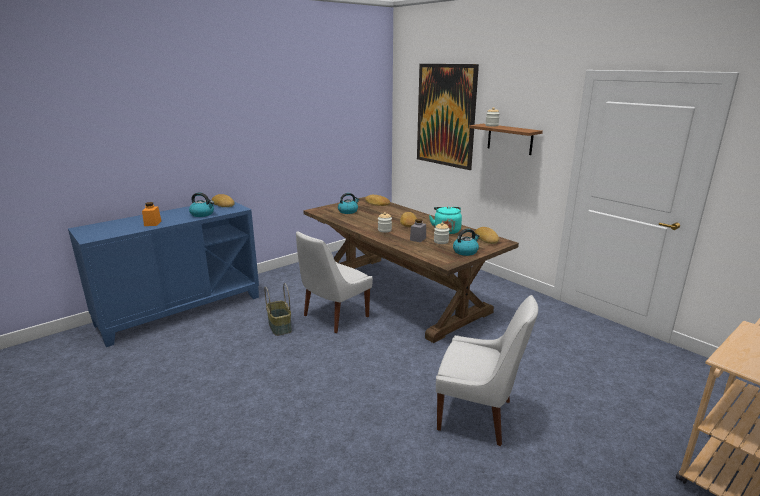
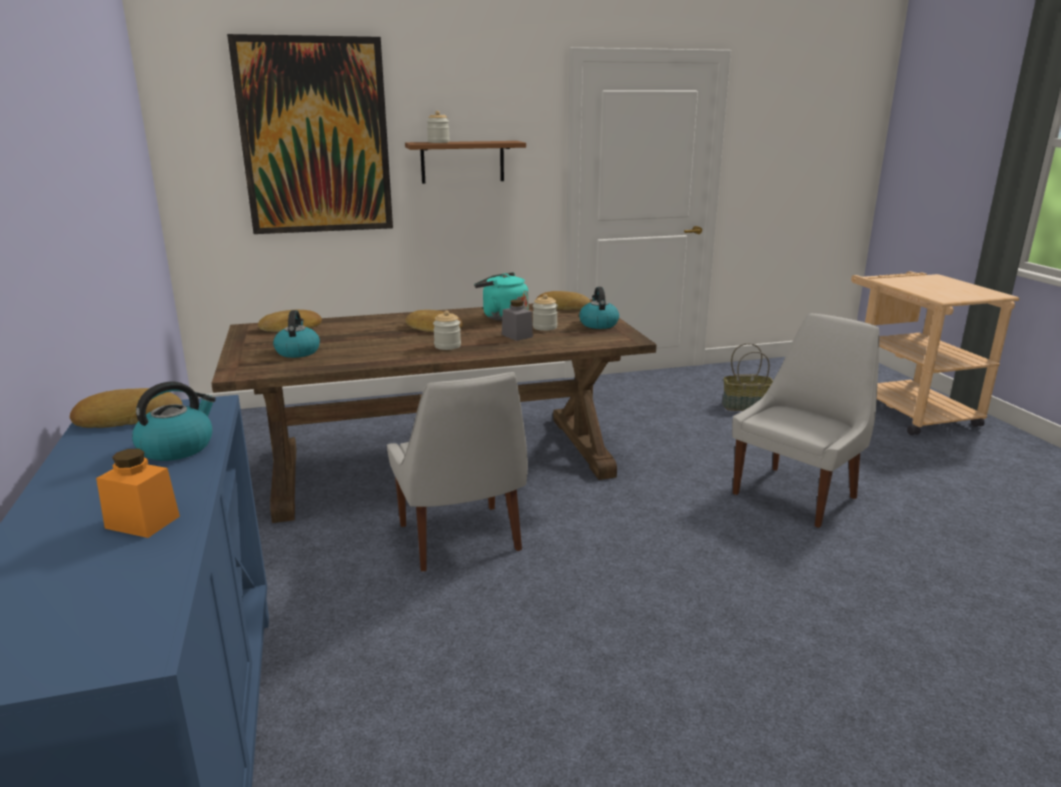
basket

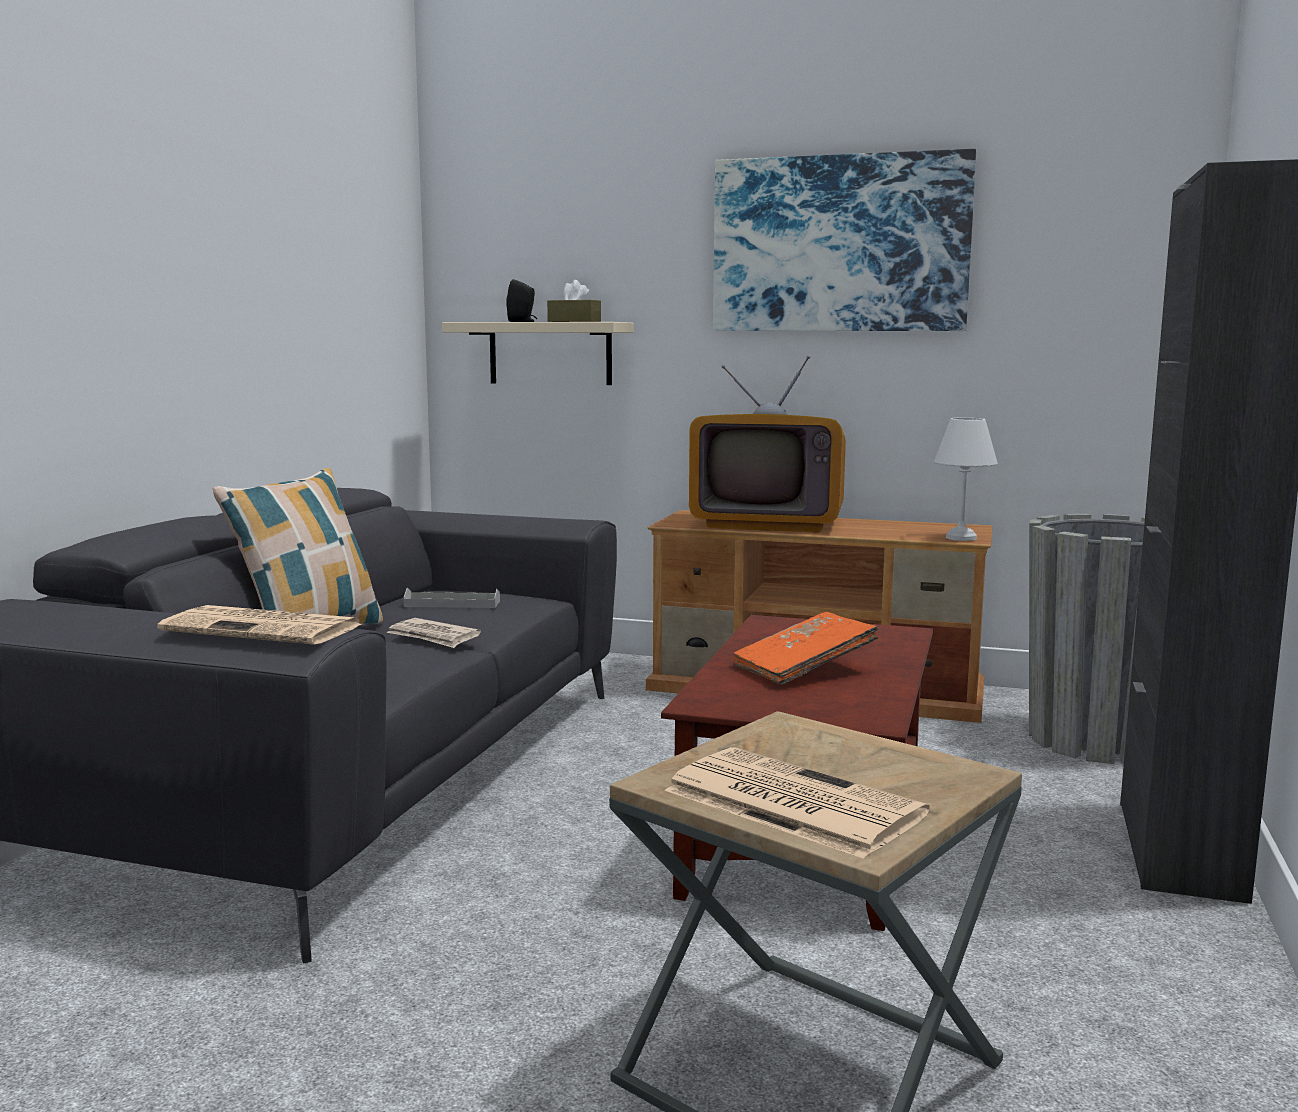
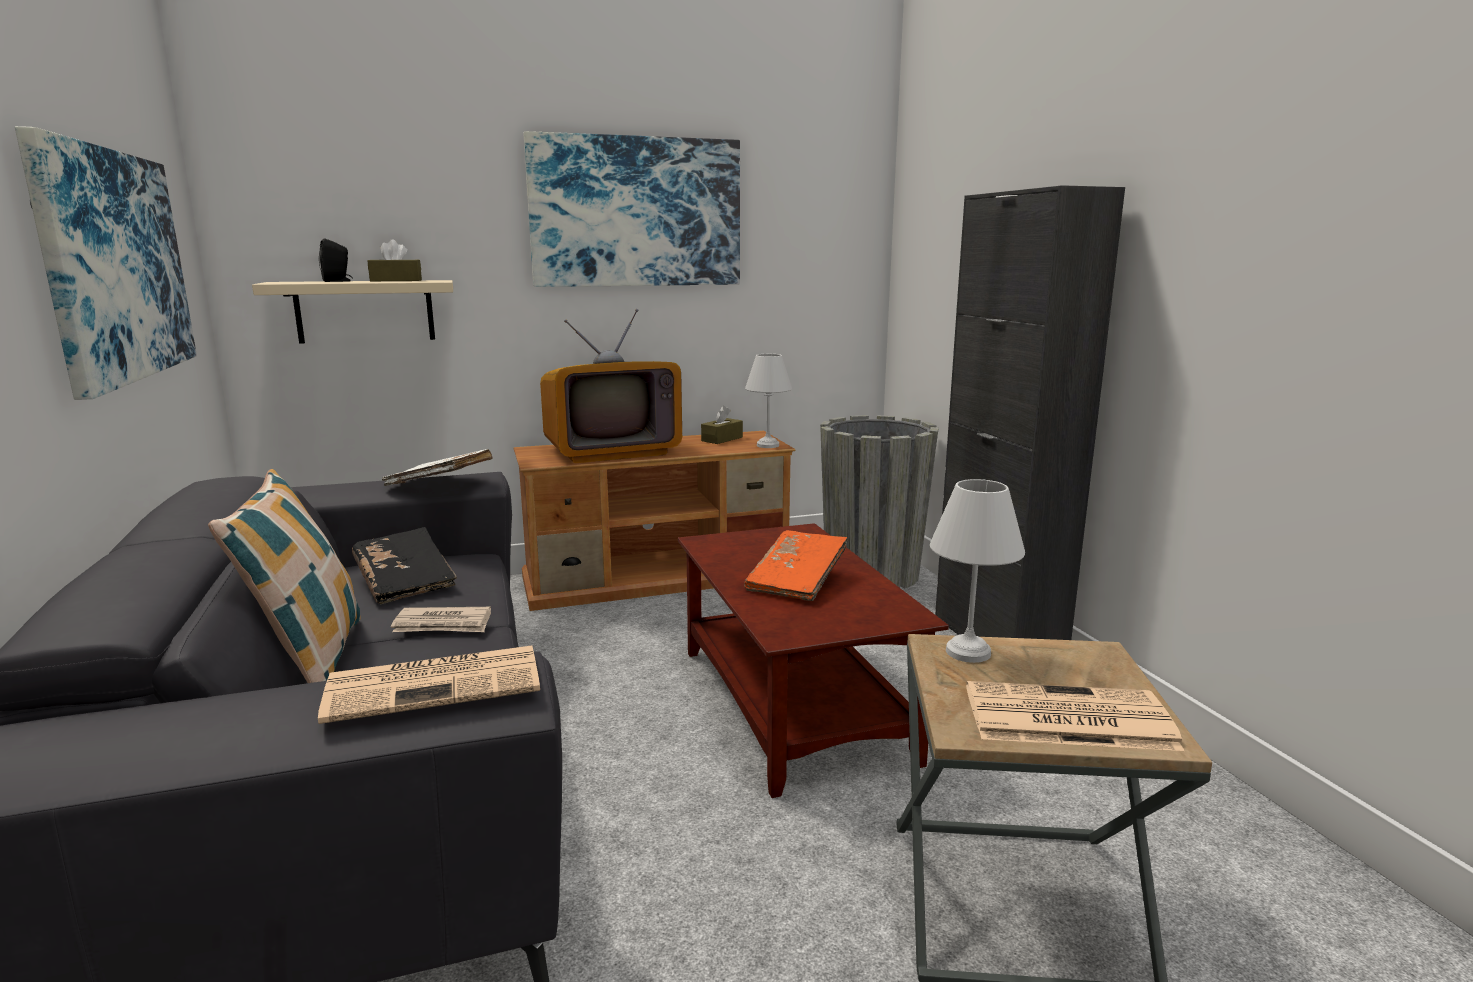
volume (black)
wall picture (1st from left)
tissue holder (brown-coloured) (2nd from left)
volume (white-coloured)
tabletop lamp (white-coloured) (2nd from left)

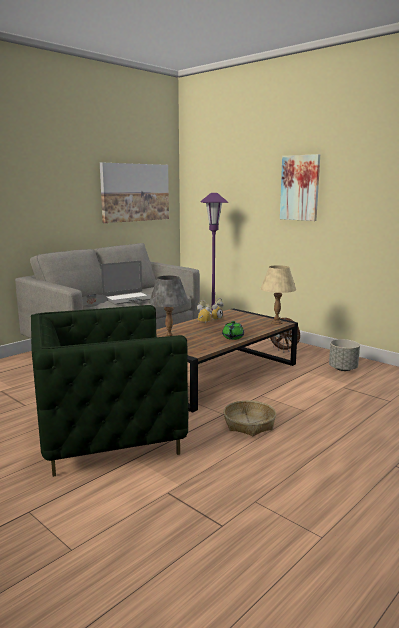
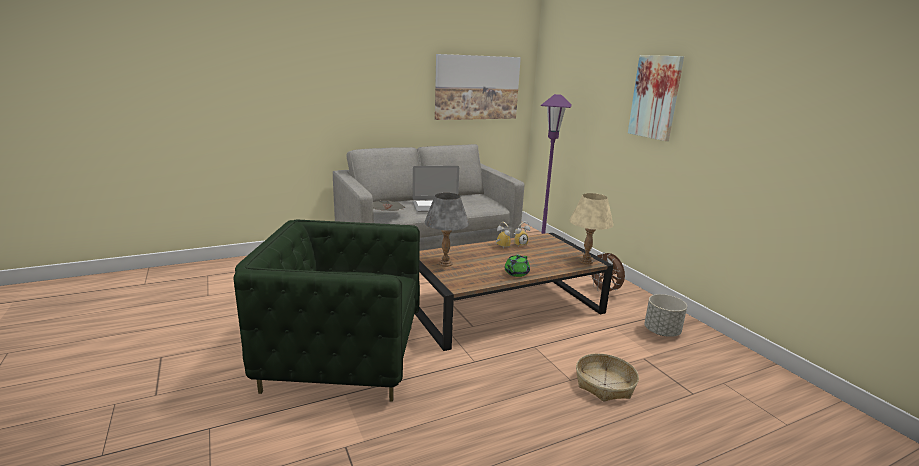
basket

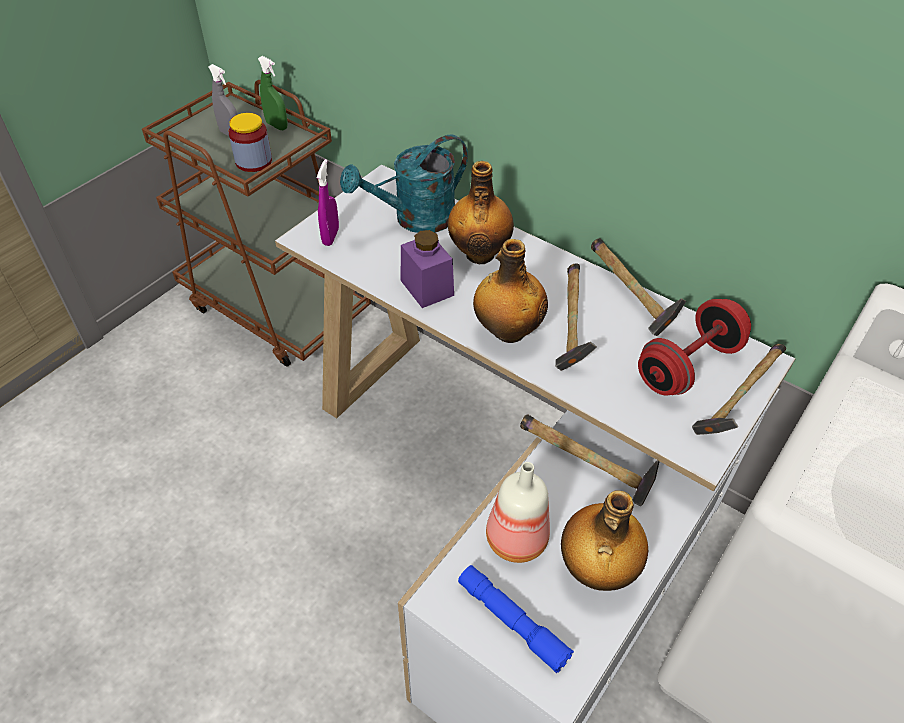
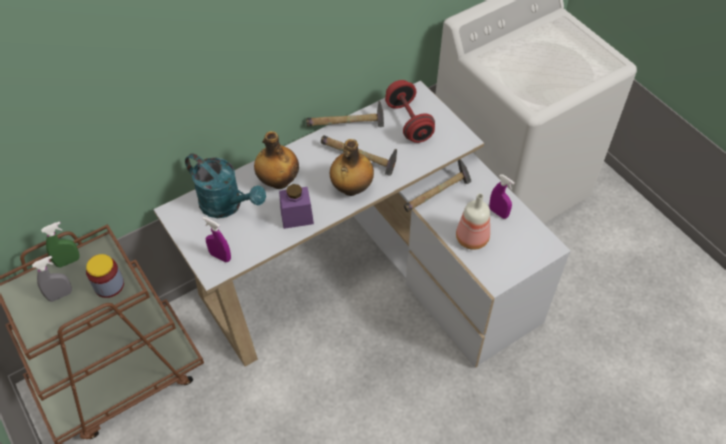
sprinkling can (blue-green)
hammer (4th from left in the first image)
sprayer (purple-coloured) (2nd from left)
torch (blue-coloured)

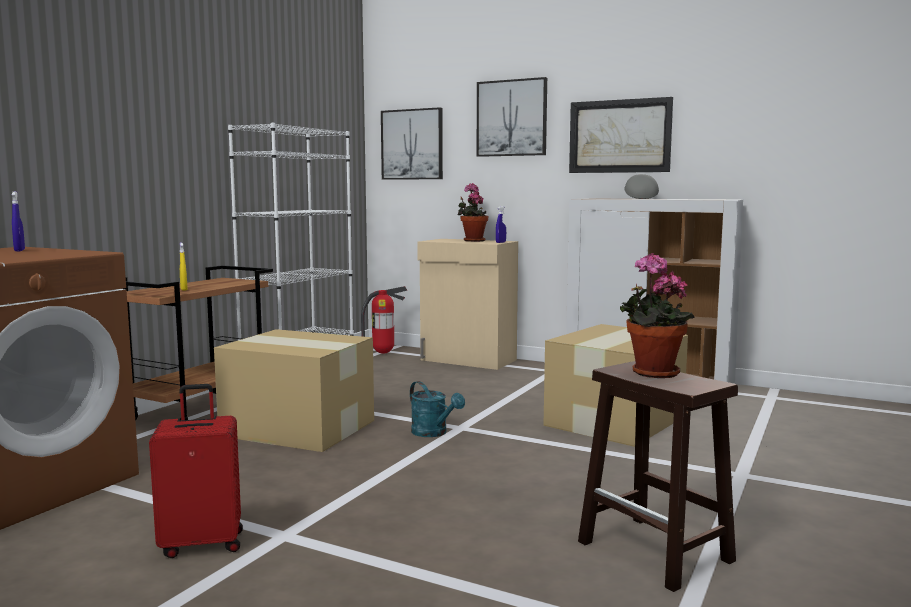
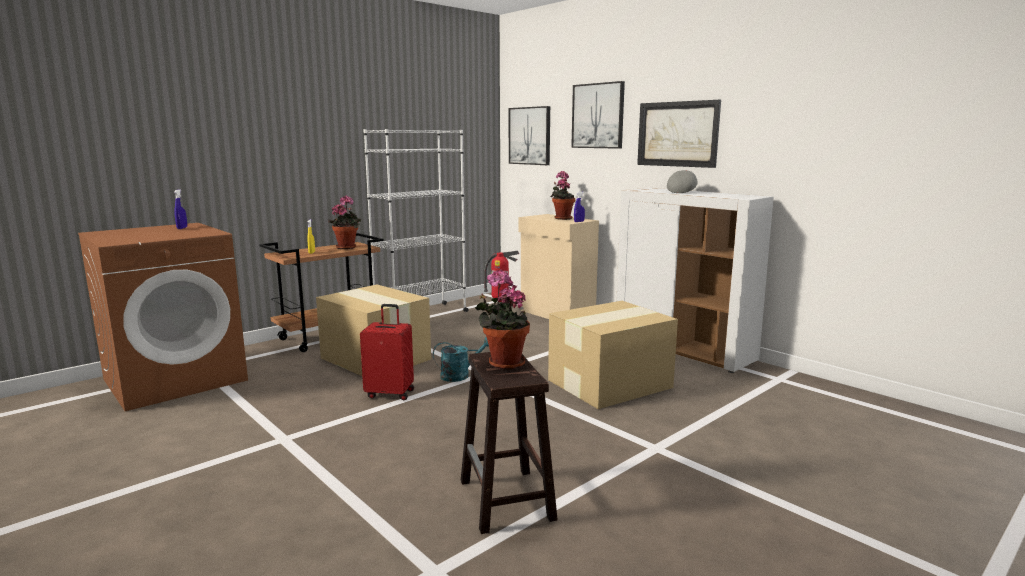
sprinkling can (blue-green)
suitcase (red)
plant in a pot (1st from left)

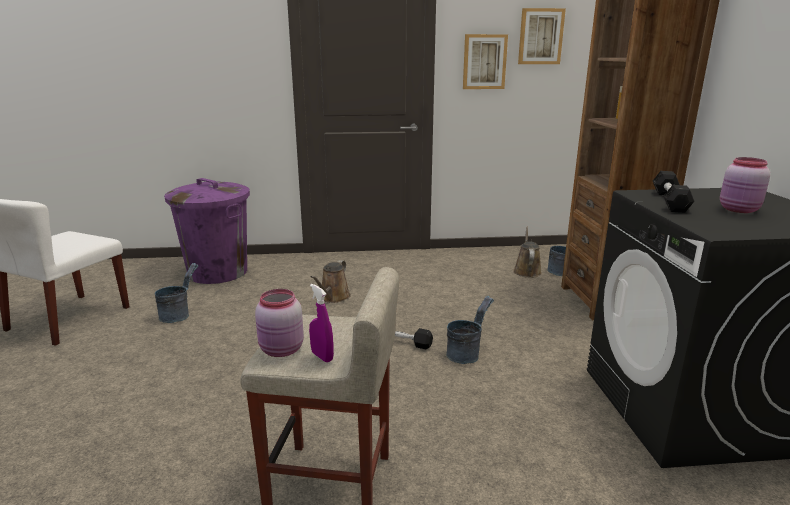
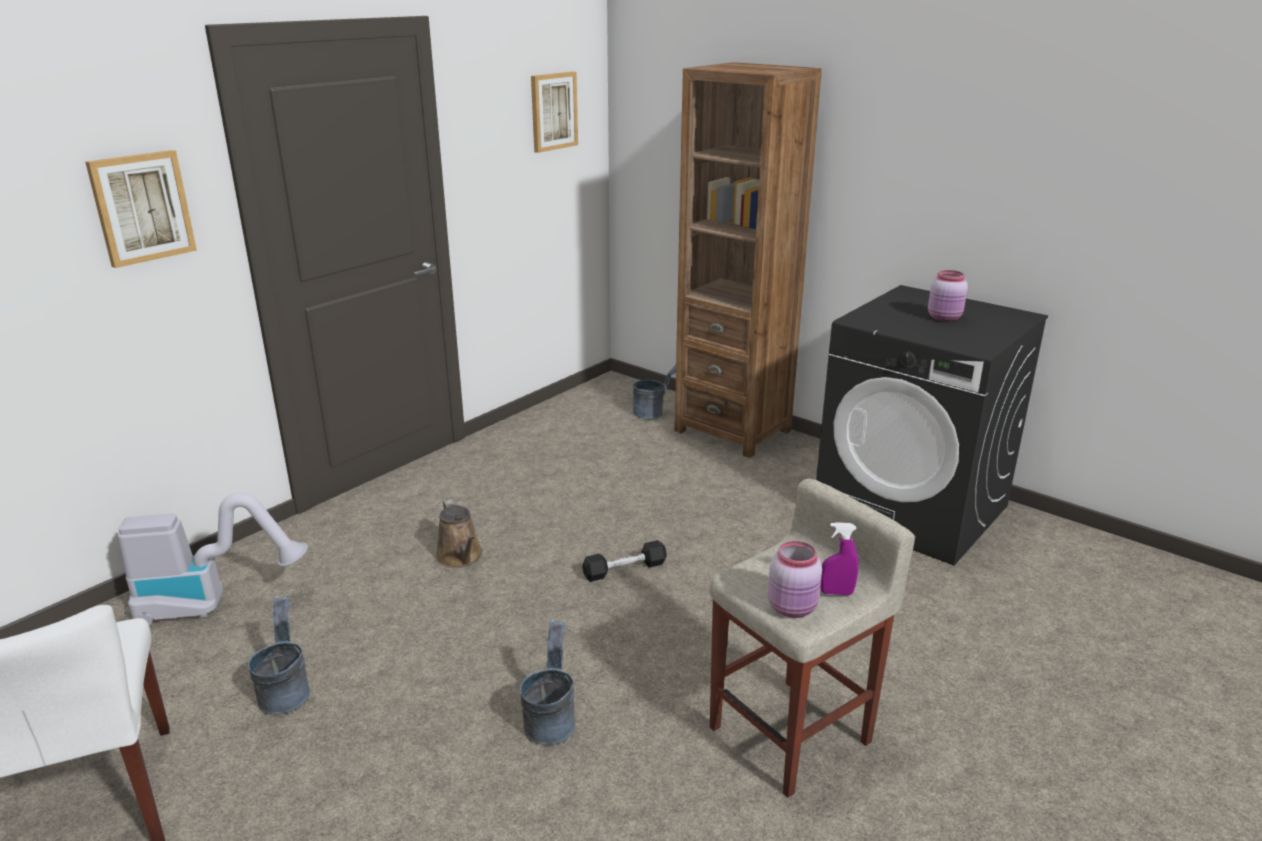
wall picture (1st from left)
dumbbell (black) (2nd from left in the first image)
hoover
sprinkling can (brown-coloured) (2nd from left in the first image)
bucket (gray) (2nd from left)

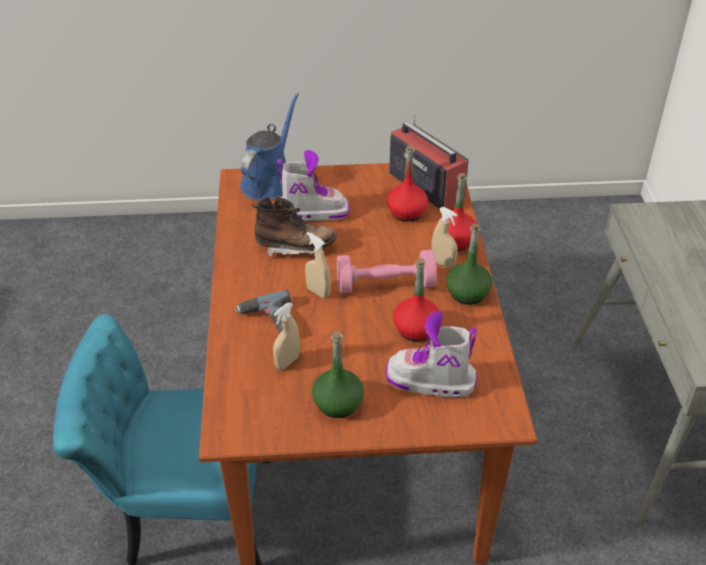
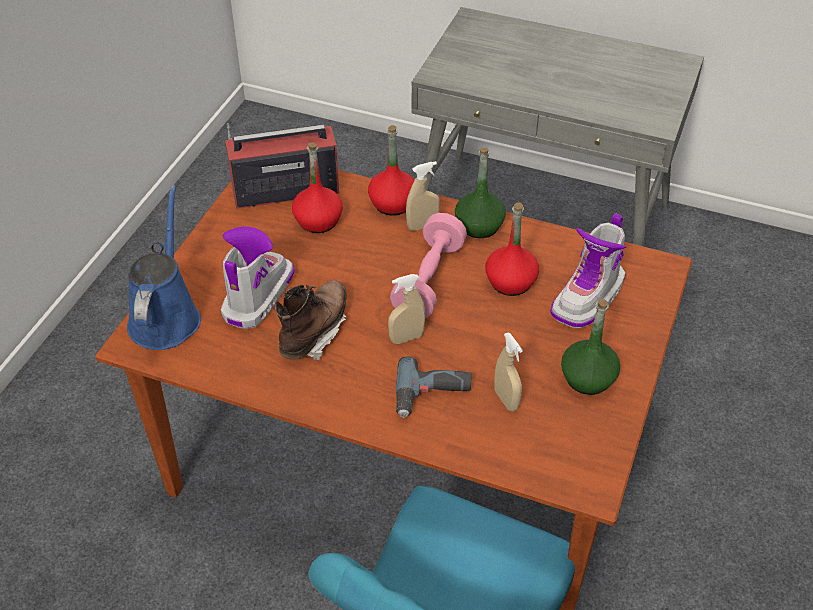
sprinkling can (blue-coloured)

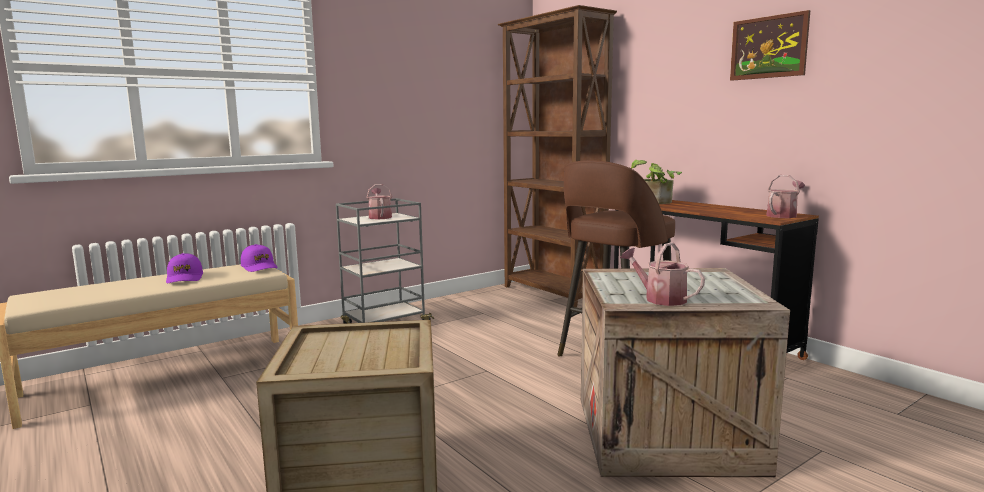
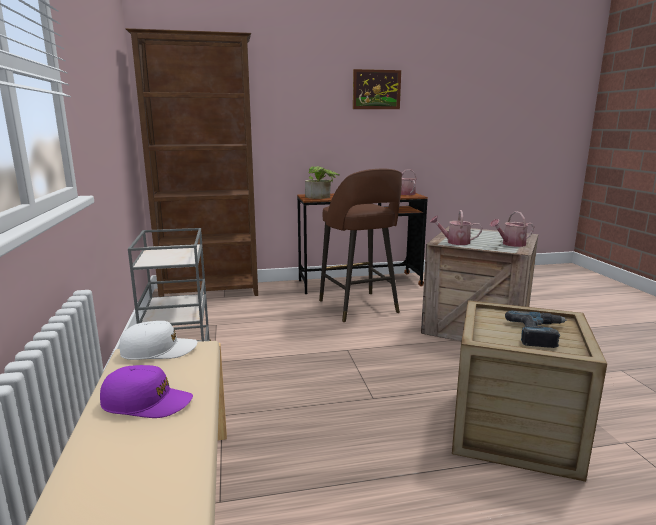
sprinkling can (2nd from left)
baseball cap (white-coloured)
drill

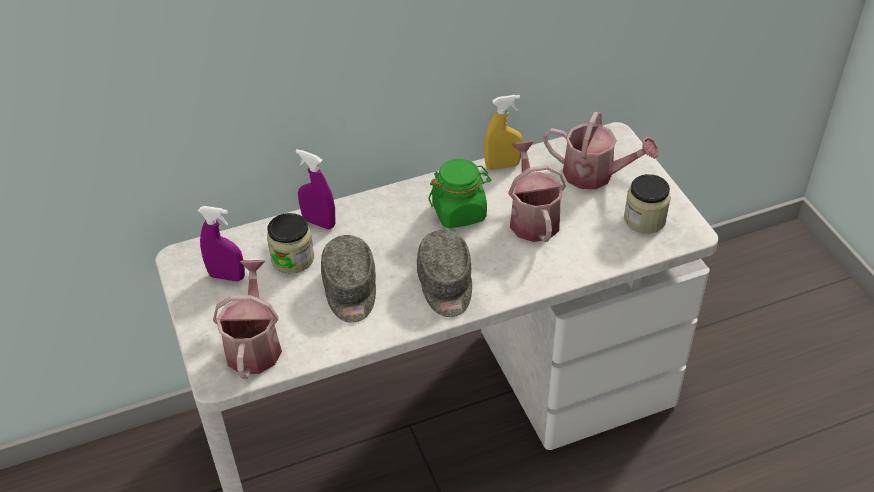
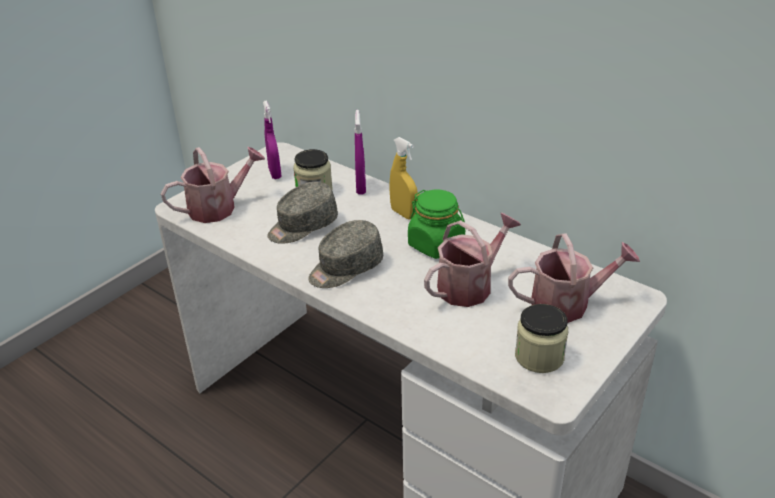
sprayer (yellowish)
sprinkling can (3rd from left)

